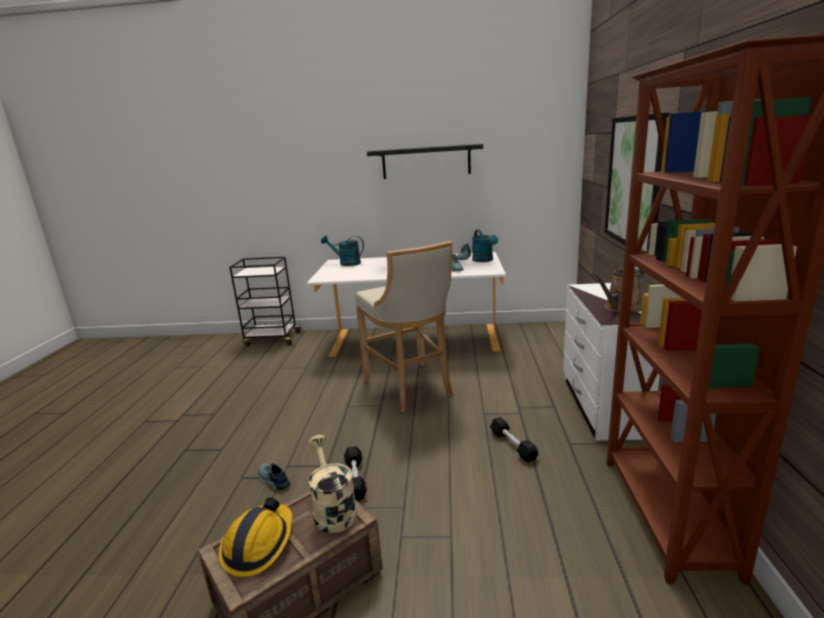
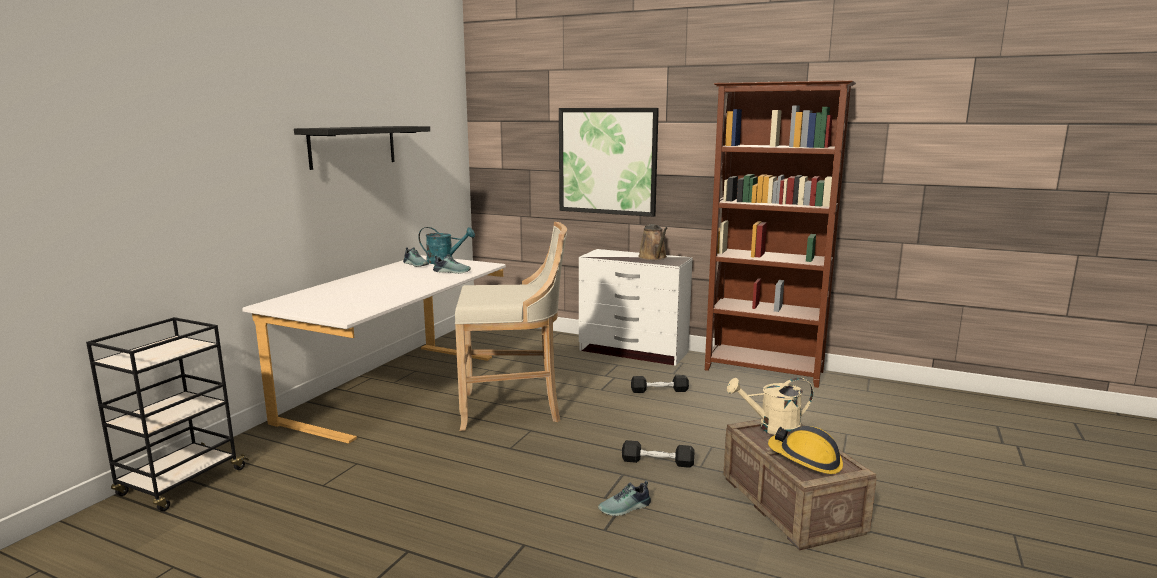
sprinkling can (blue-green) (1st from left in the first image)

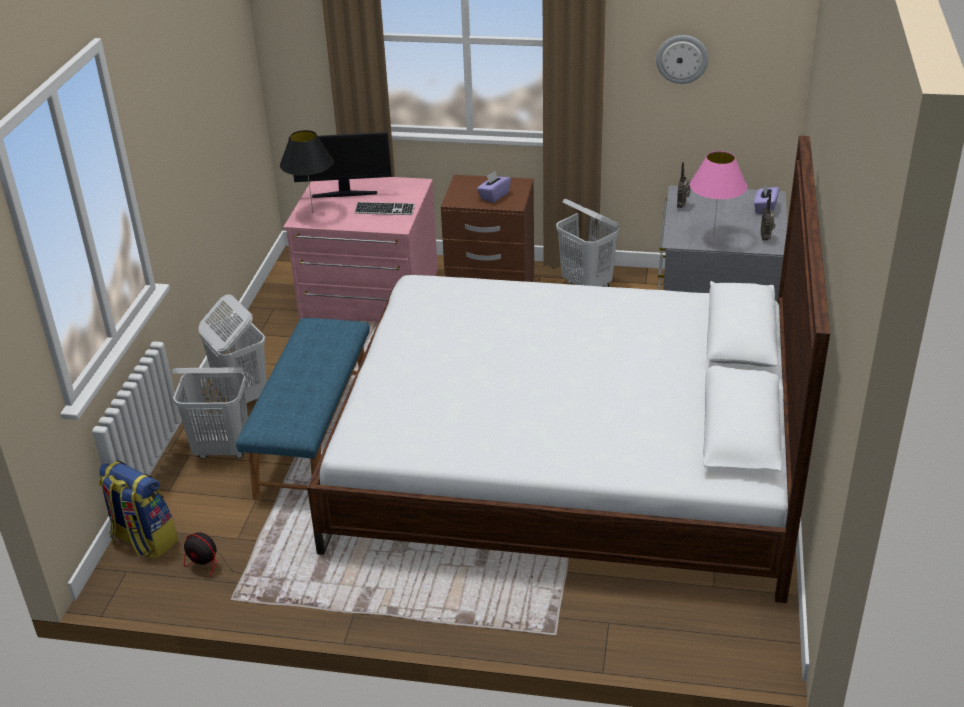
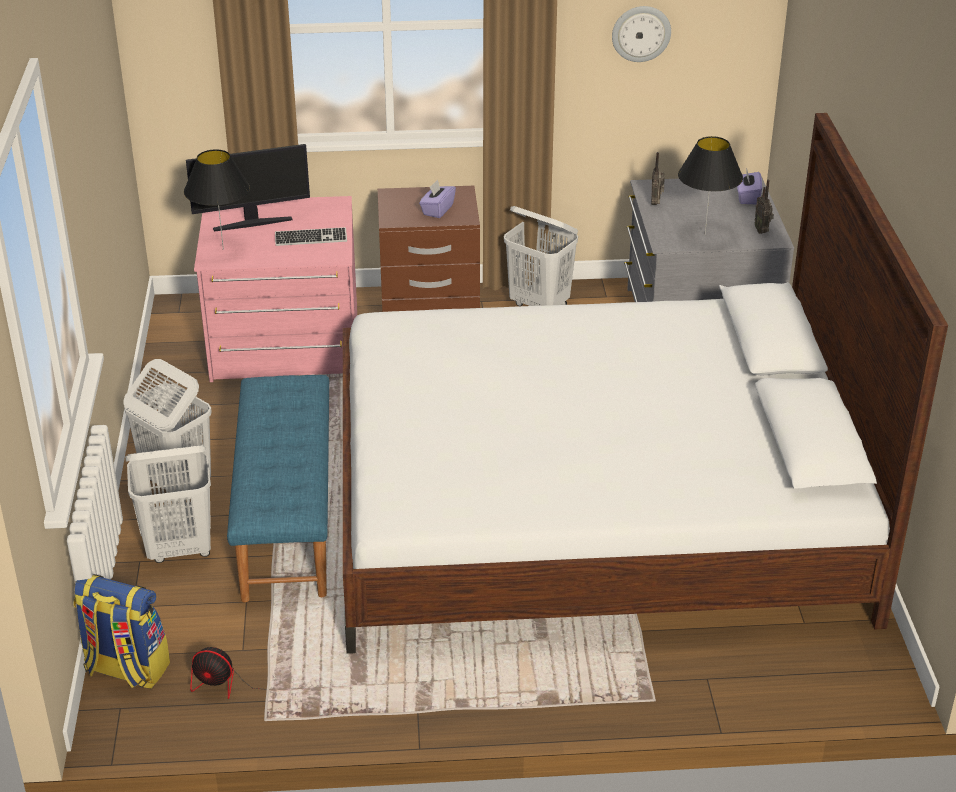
tabletop lamp (black) (2nd from left)

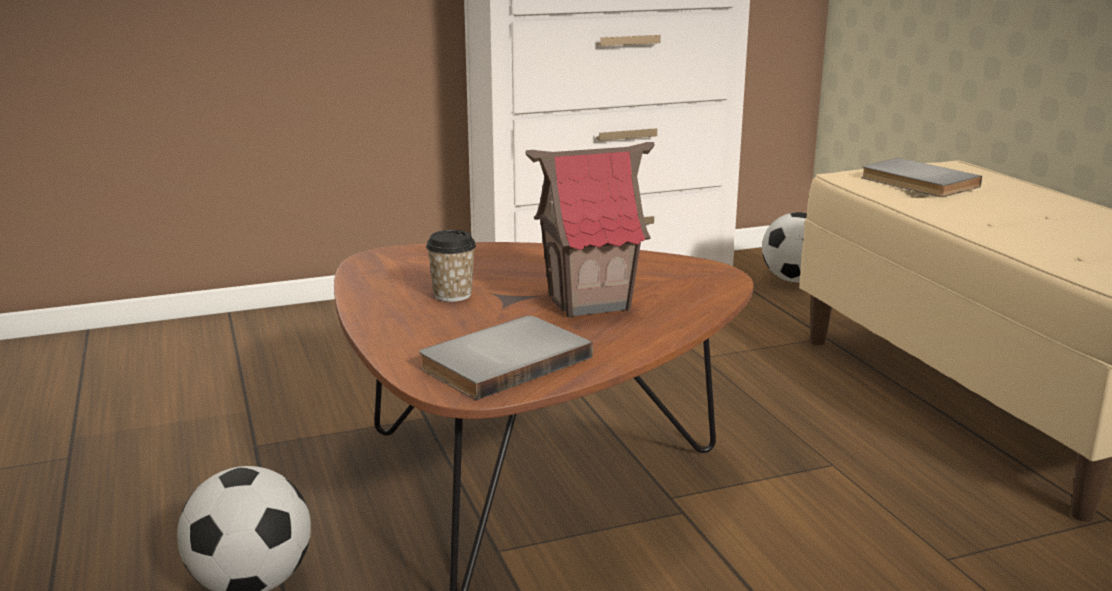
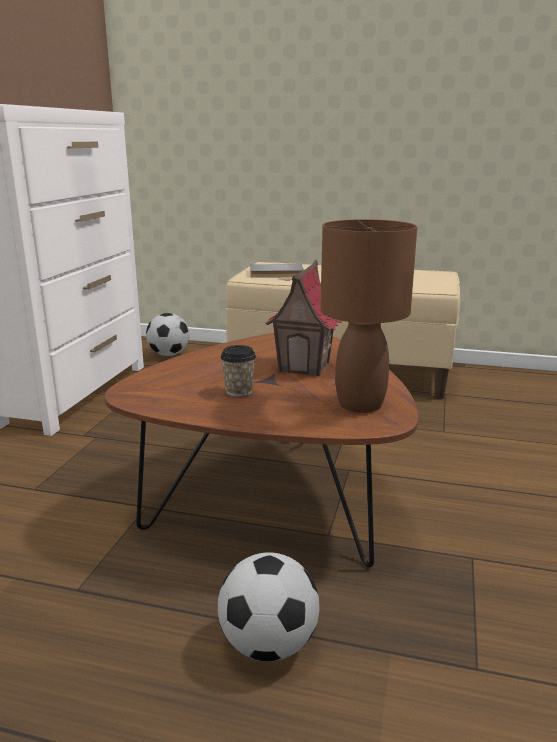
tabletop lamp (brown-coloured)

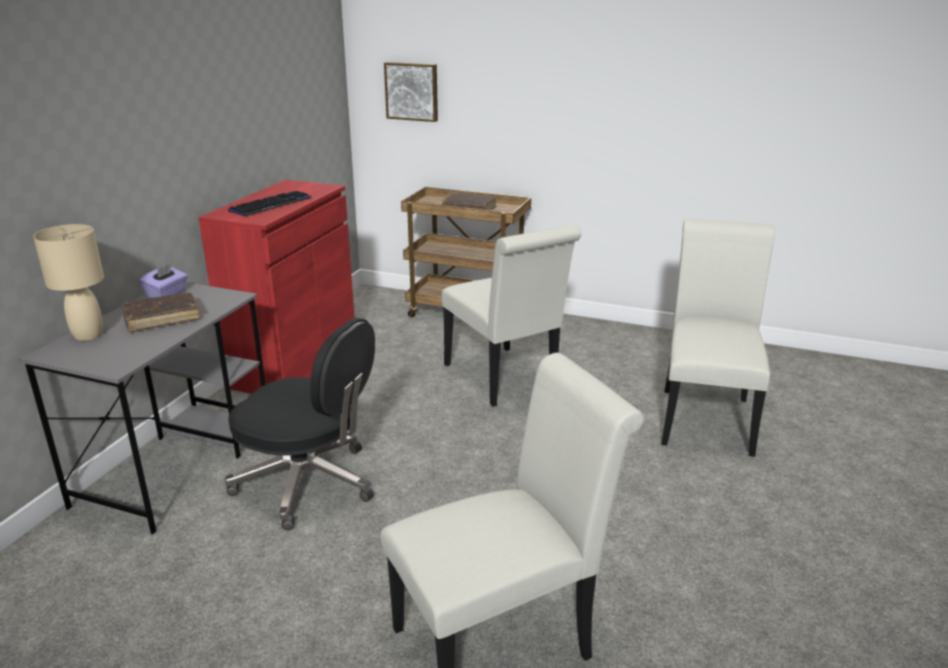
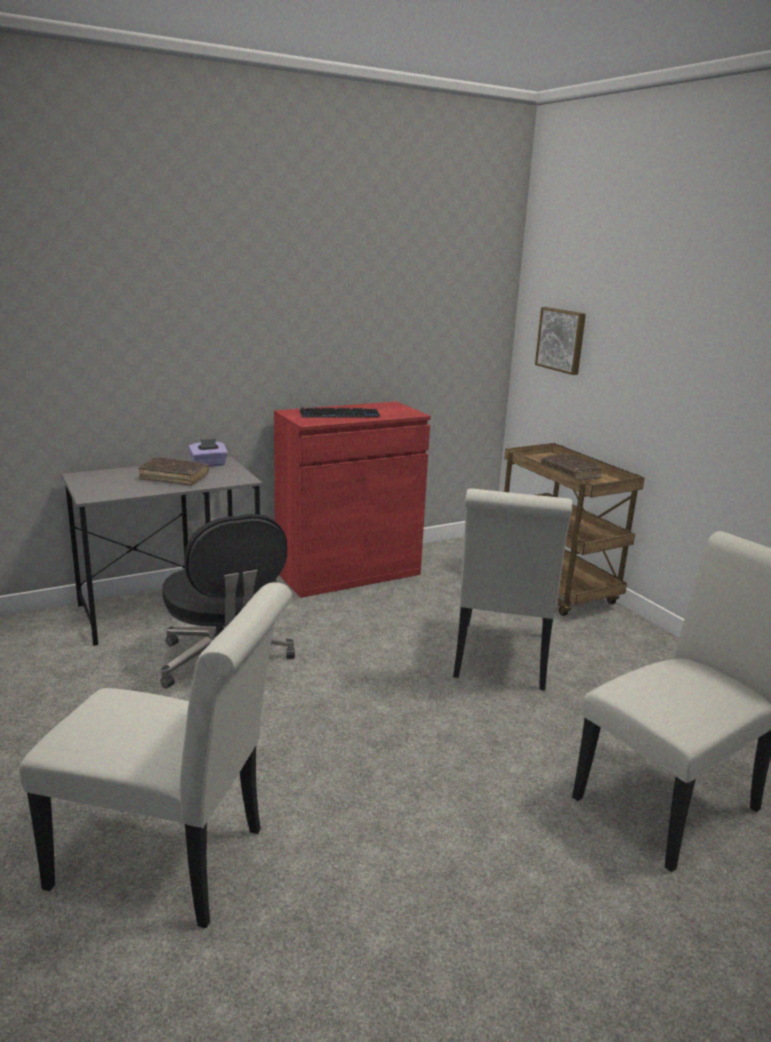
tabletop lamp (beige)

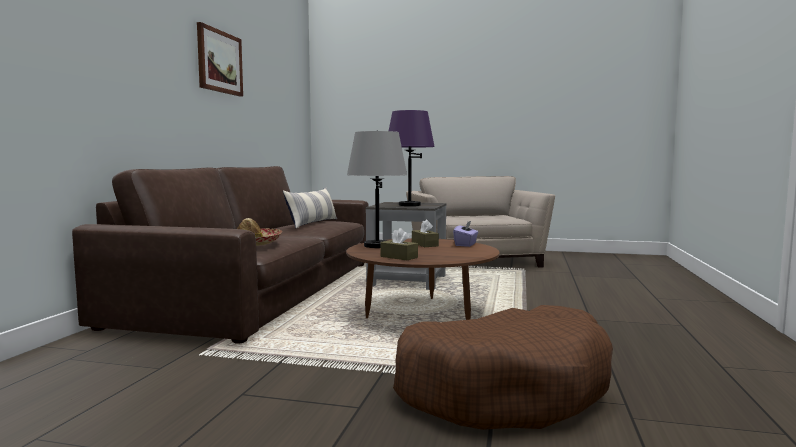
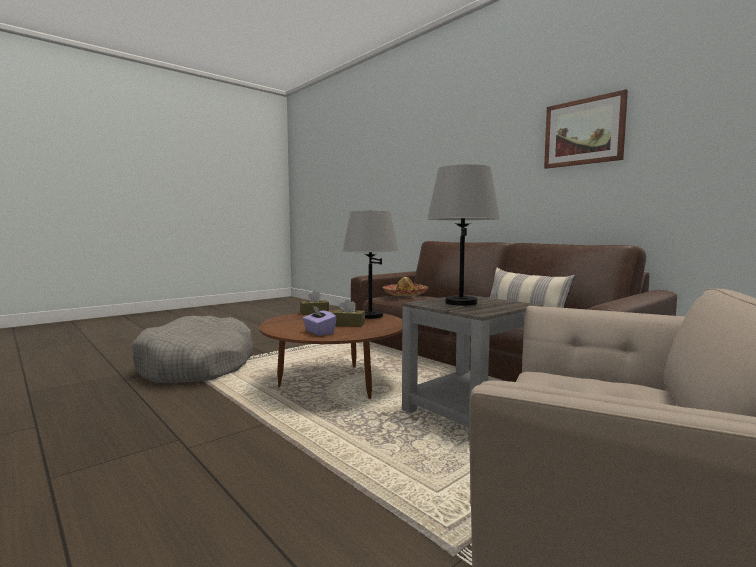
tabletop lamp (gray) (2nd from left)
dog bed (gray)

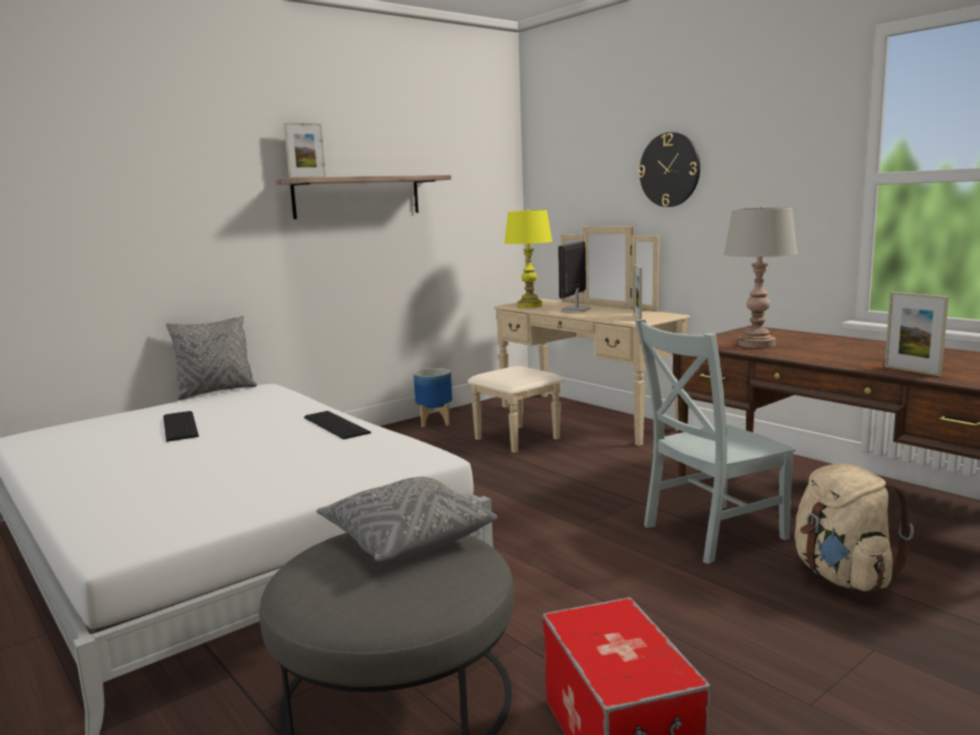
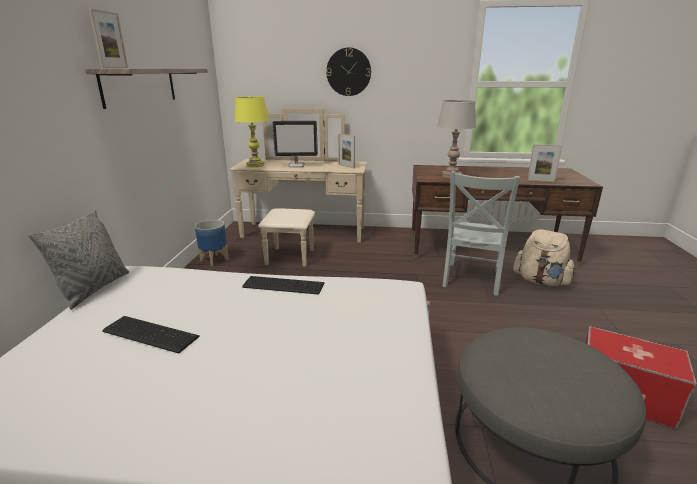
computer screen
pillow (gray) (2nd from left in the first image)

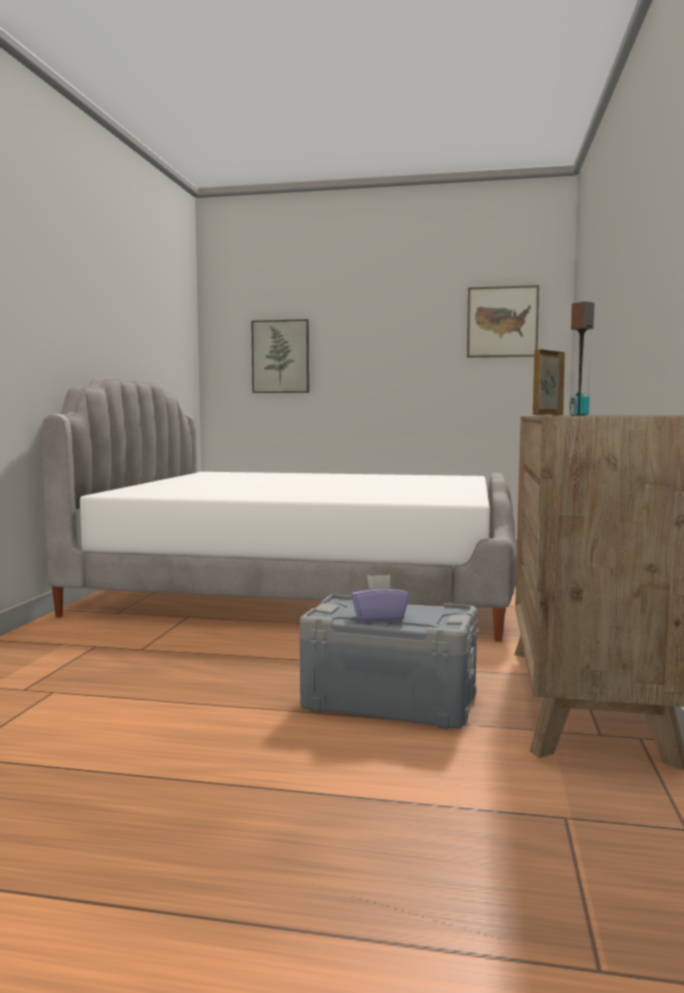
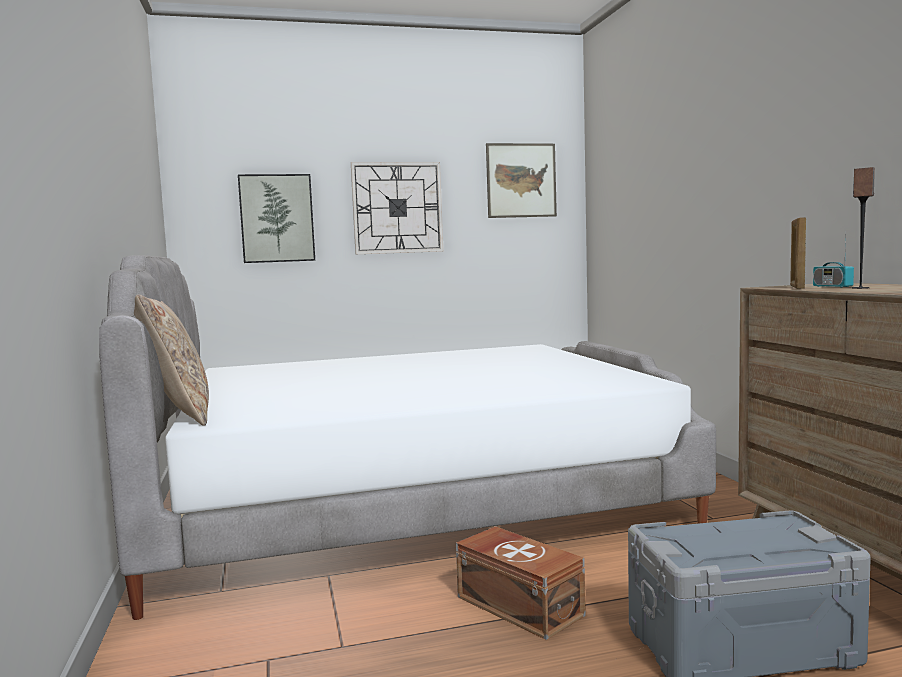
tissue holder (purple-coloured)
hanging clock
pillow (beige)
storage container (brown-coloured)

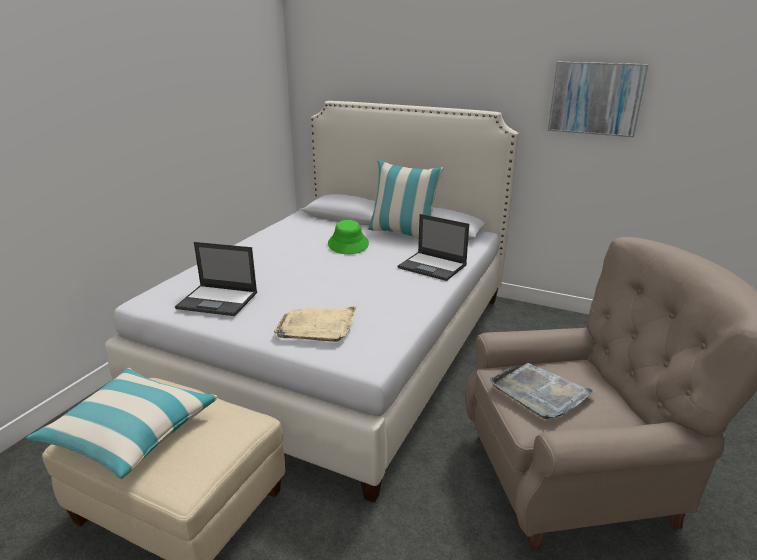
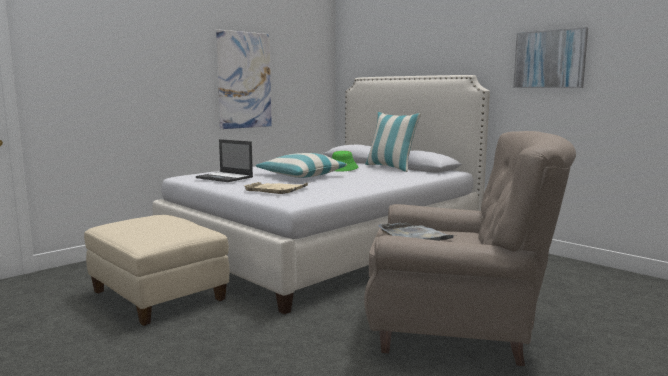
laptop (2nd from left in the first image)
pillow (1st from left)
wall picture (1st from left)

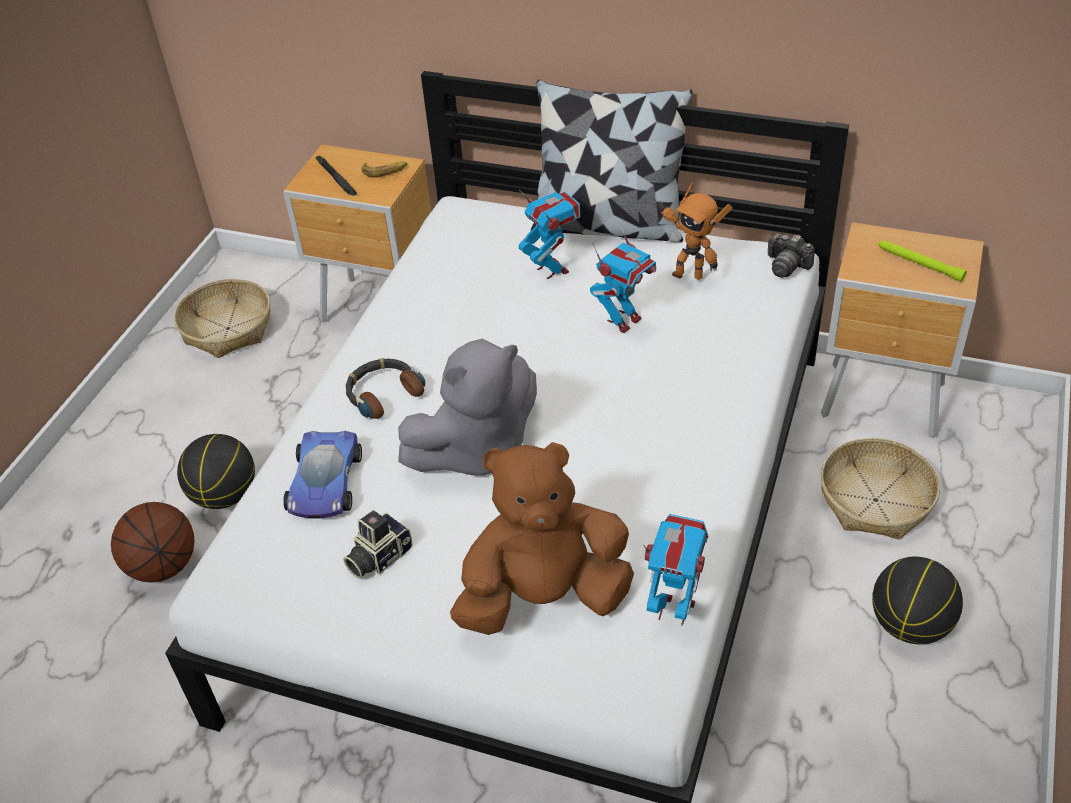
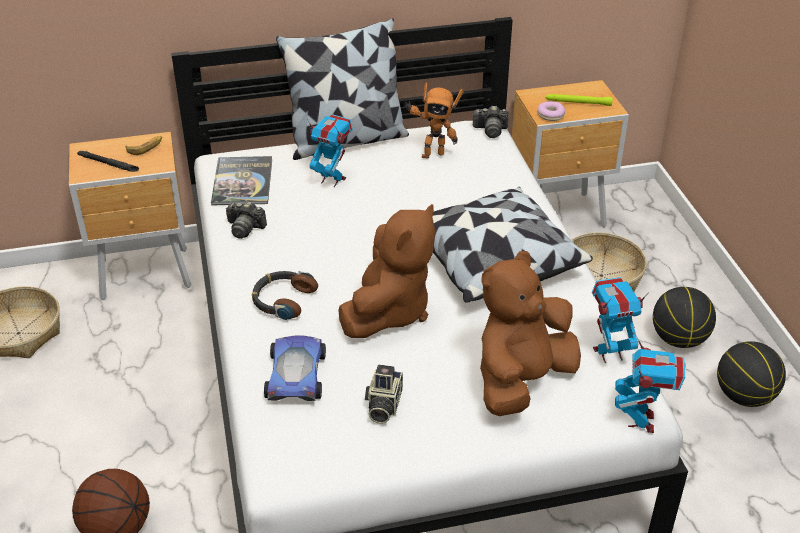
model robot (4th from left)
cuddly toy (brown-coloured) (1st from left)
toy car
basketball (3rd from left)
ring doughnut
volume
pillow (2nd from left)
photo camera (1st from left)

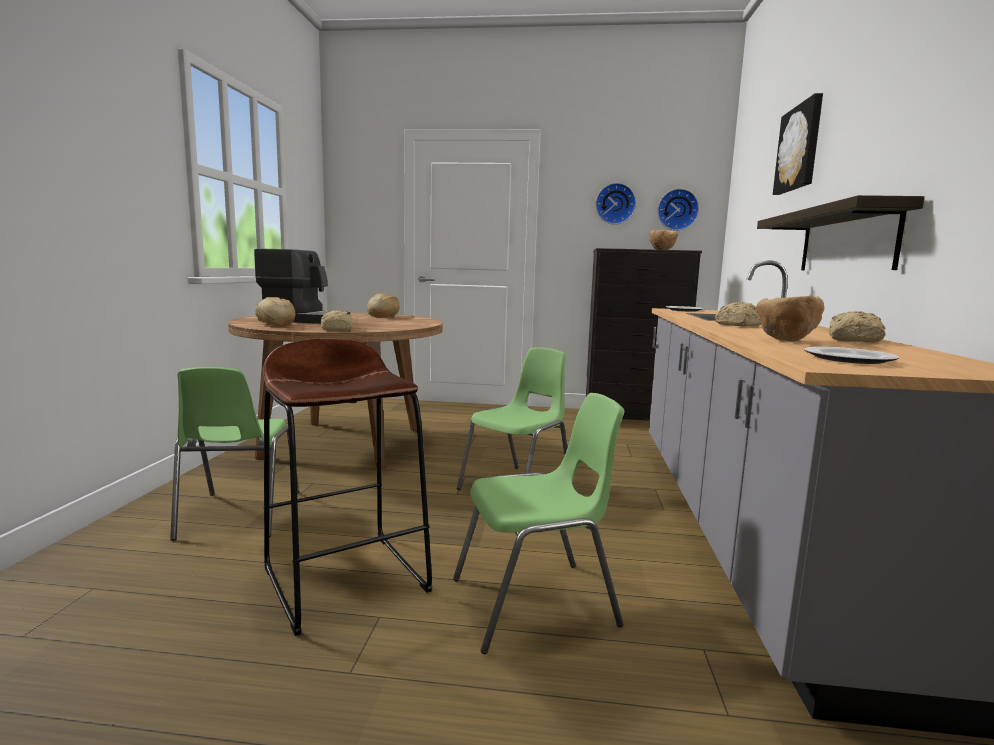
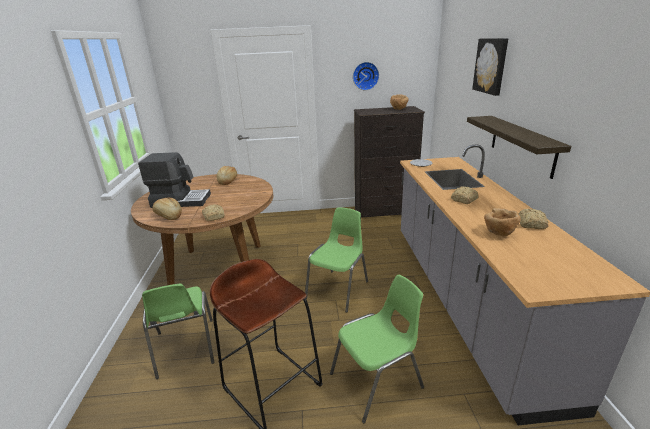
hanging clock (2nd from left in the first image)
flat dish (2nd from left in the first image)

